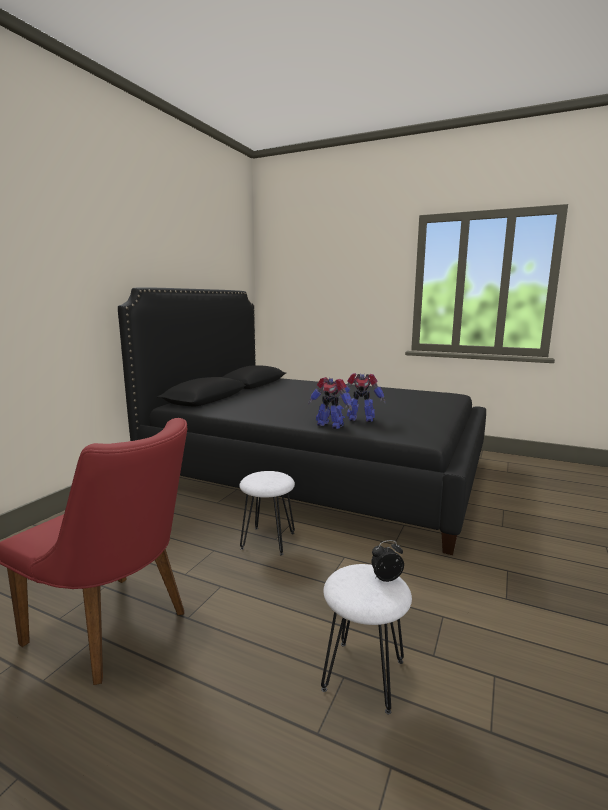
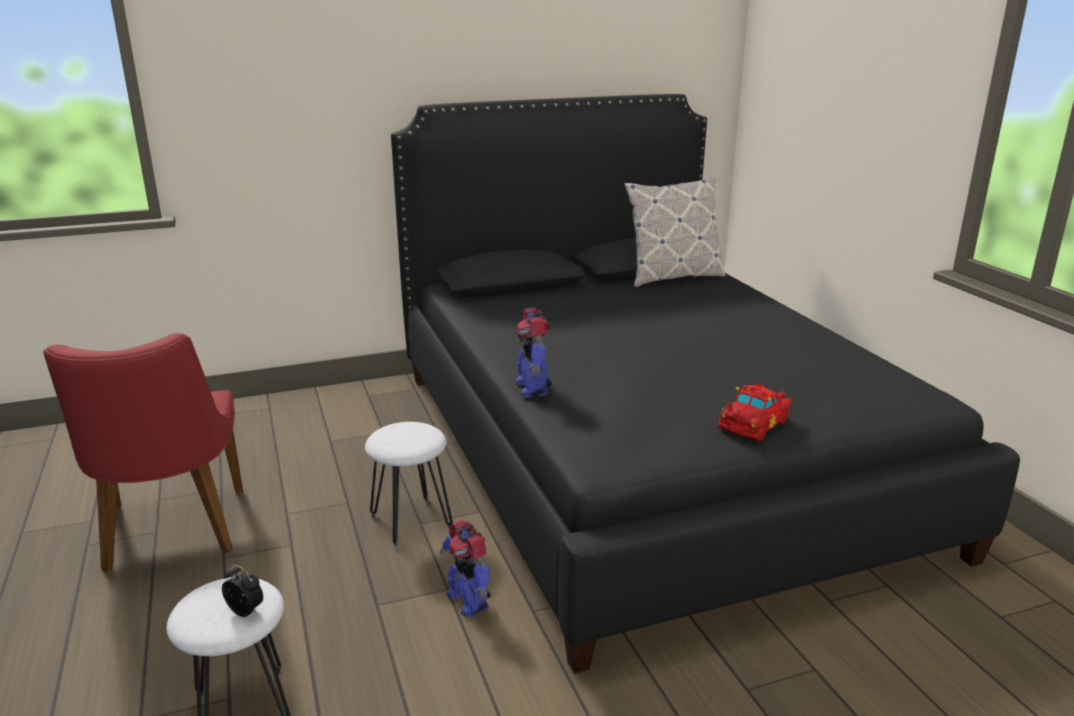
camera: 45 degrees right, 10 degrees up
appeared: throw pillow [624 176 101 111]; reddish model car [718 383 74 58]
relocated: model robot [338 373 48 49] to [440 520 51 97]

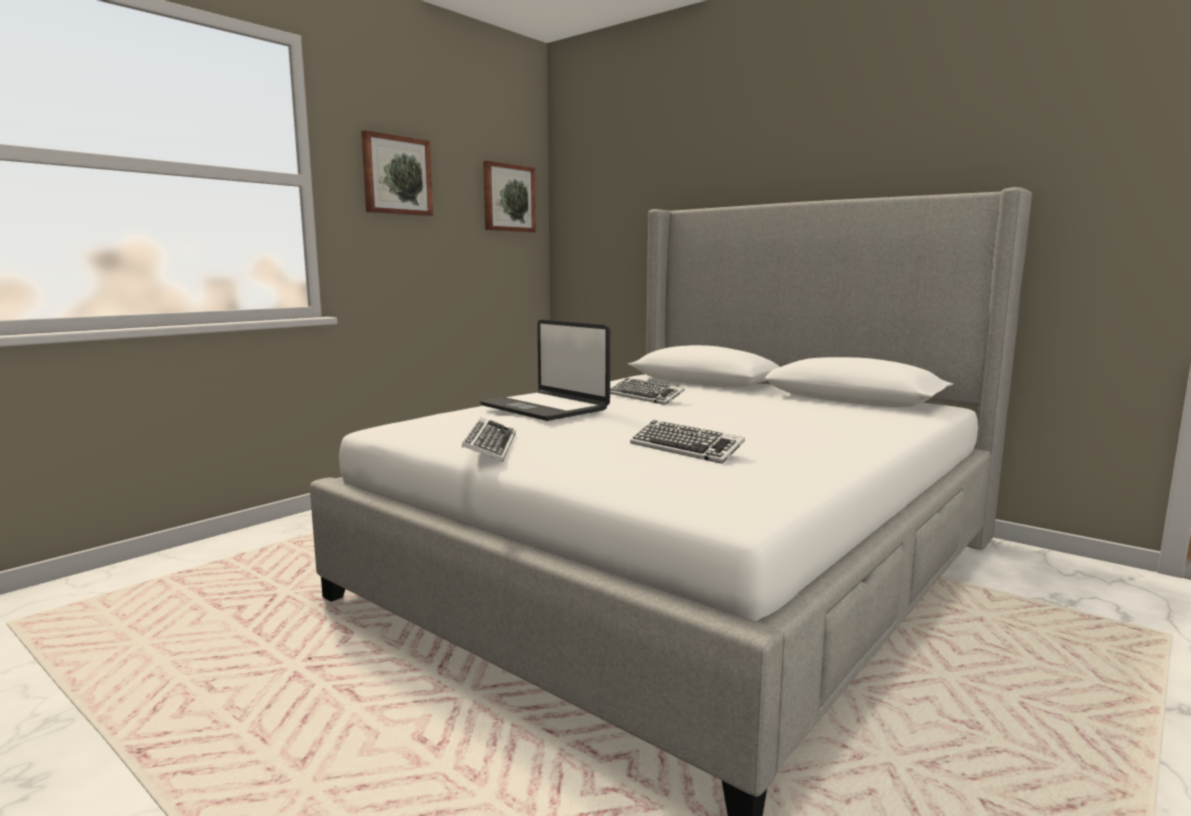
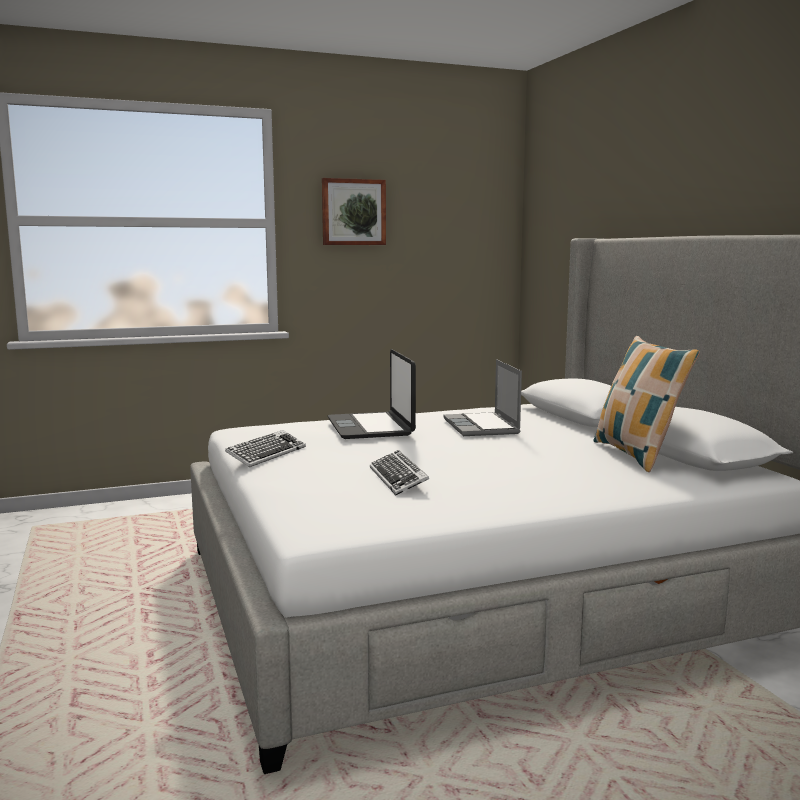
camera: 30 degrees right, 0 degrees up
missing: wall art [483 161 53 71]
appeared: throw pillow [593 336 107 136]
exchanged: computer keyboard [610 378 75 27] to portable computer [443 359 79 77]

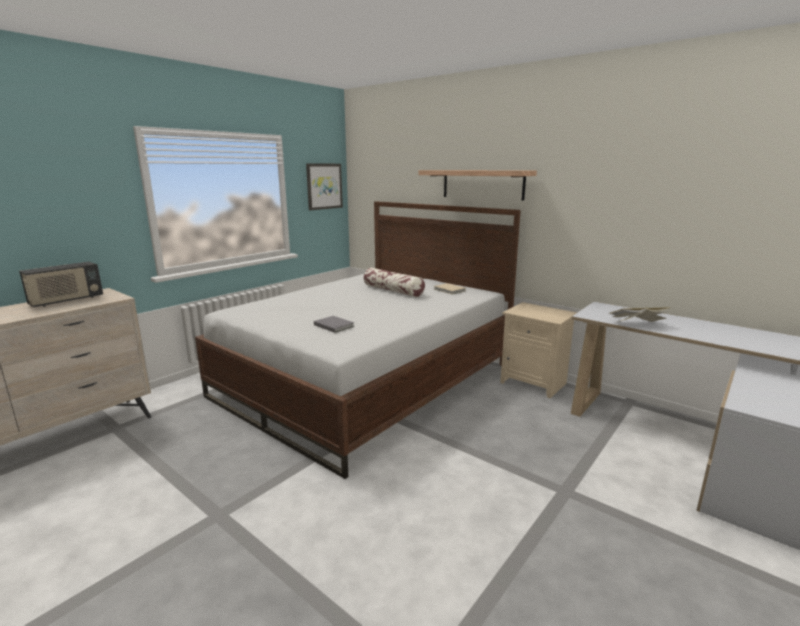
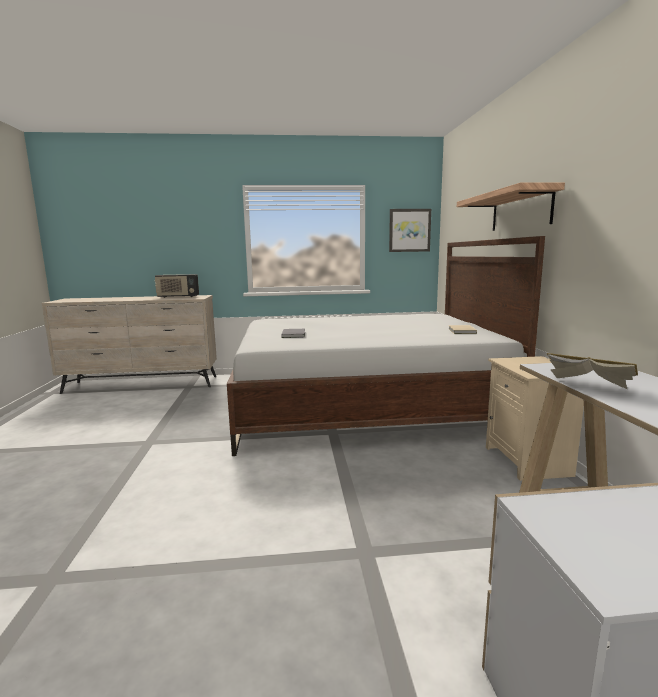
camera: 45 degrees right, 5 degrees down
missing: throw pillow [364 268 61 29]

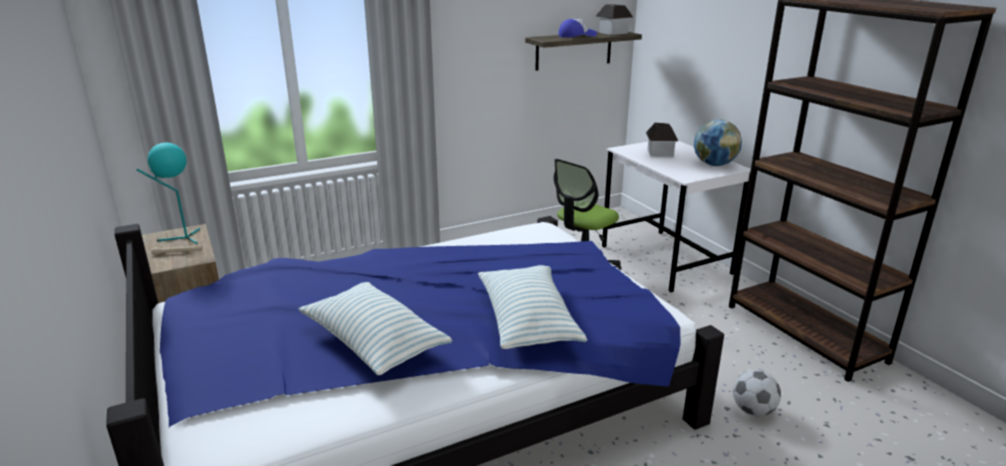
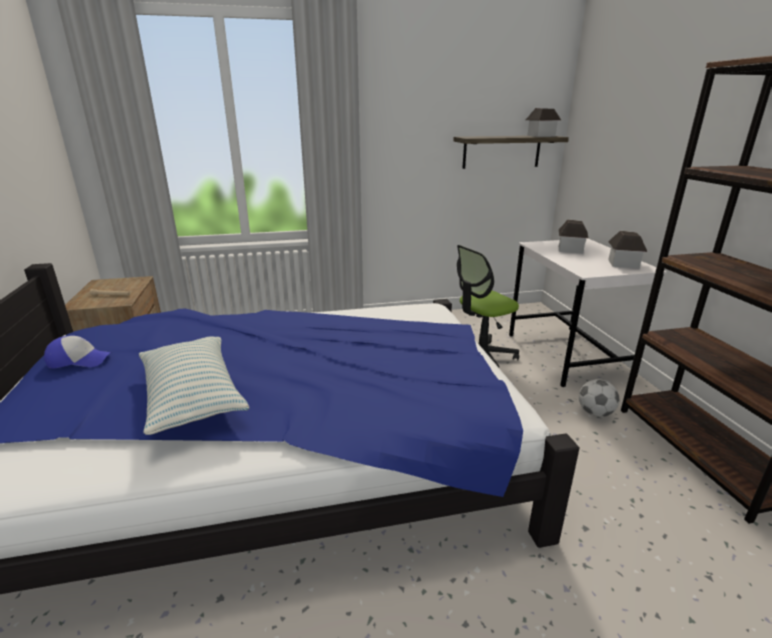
camera: 15 degrees right, 0 degrees up
missing: turquoise-coloured tabletop lamp [137 143 63 101]; throw pillow [478 265 109 84]
relocated: cap [558 19 39 19] to [44 336 68 32]; football [733 370 48 46] to [579 379 40 38]
exchanged: desk globe [694 119 48 47] to toy house [608 231 39 37]

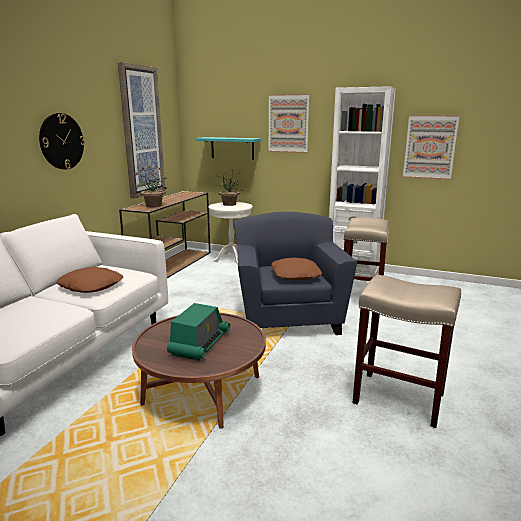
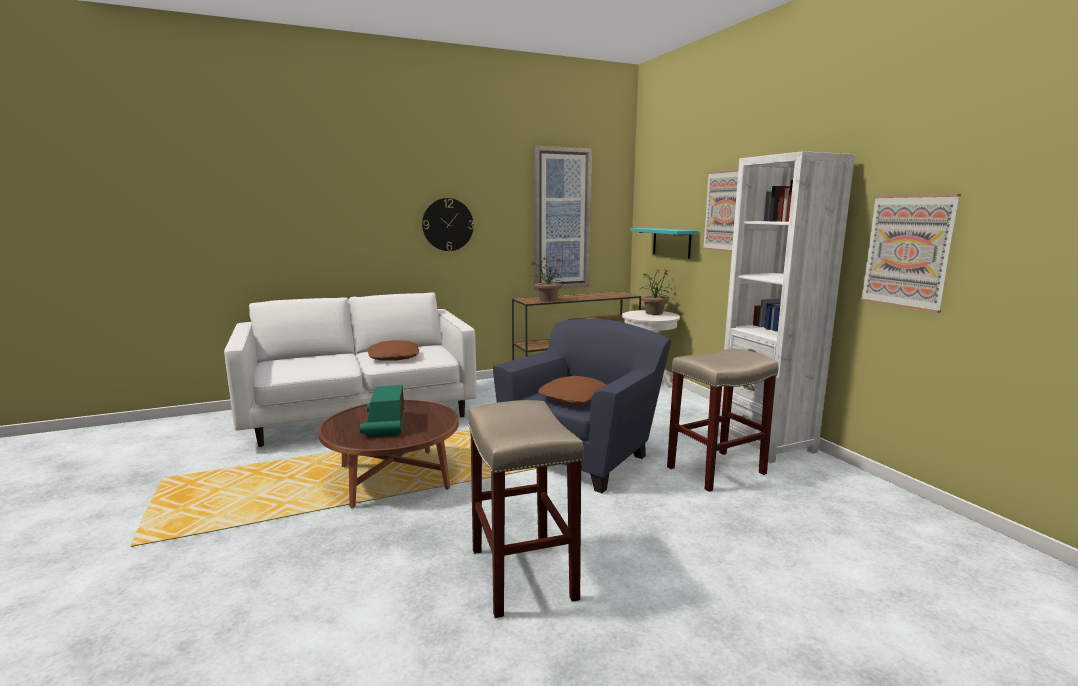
camera: 45 degrees right, 5 degrees down
spun: radio [167 303 63 58] = [360 385 44 52] 105 degrees clockwise

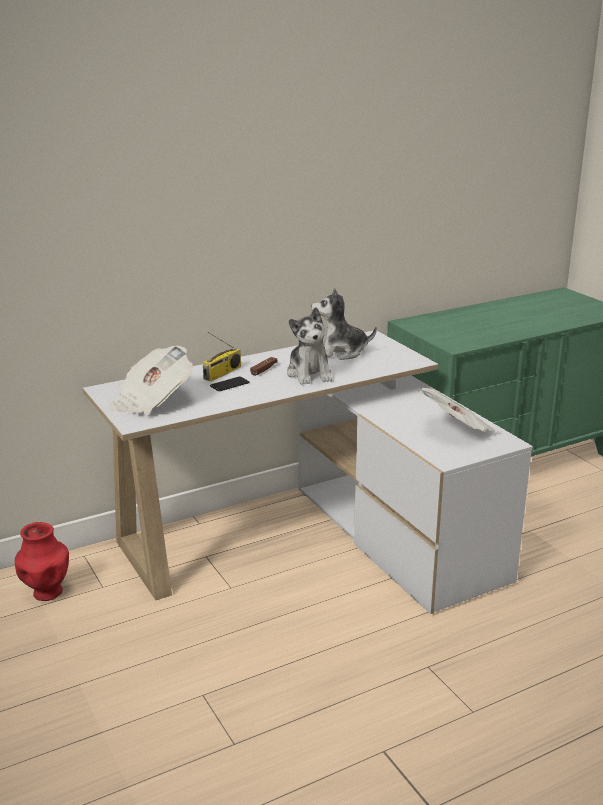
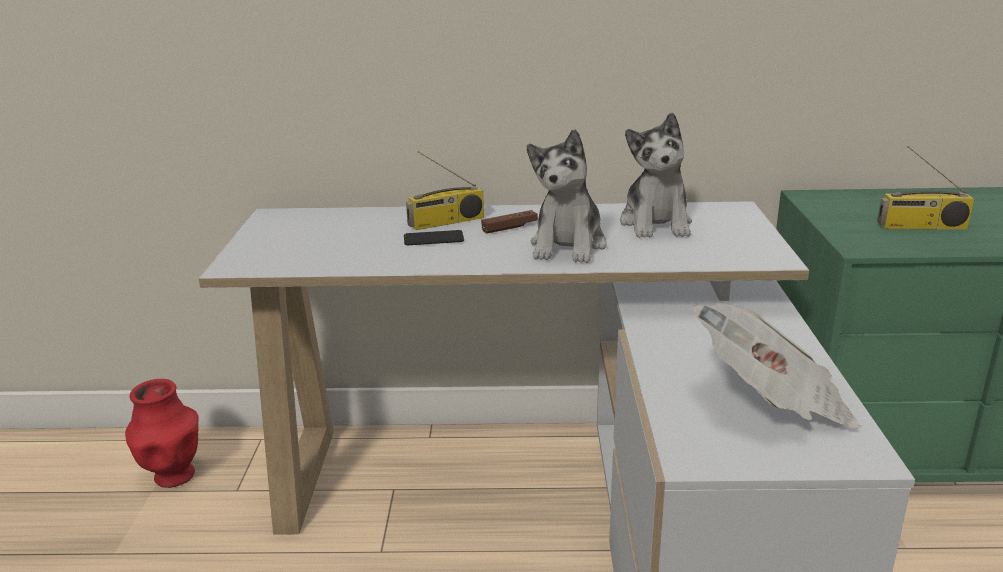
camera: 30 degrees right, 0 degrees up
missing: newspaper [110 346 83 68]
appeared: radio [877 146 97 83]
spun: plush toy [311 289 66 71] = [620 112 72 126] 120 degrees counterclockwise

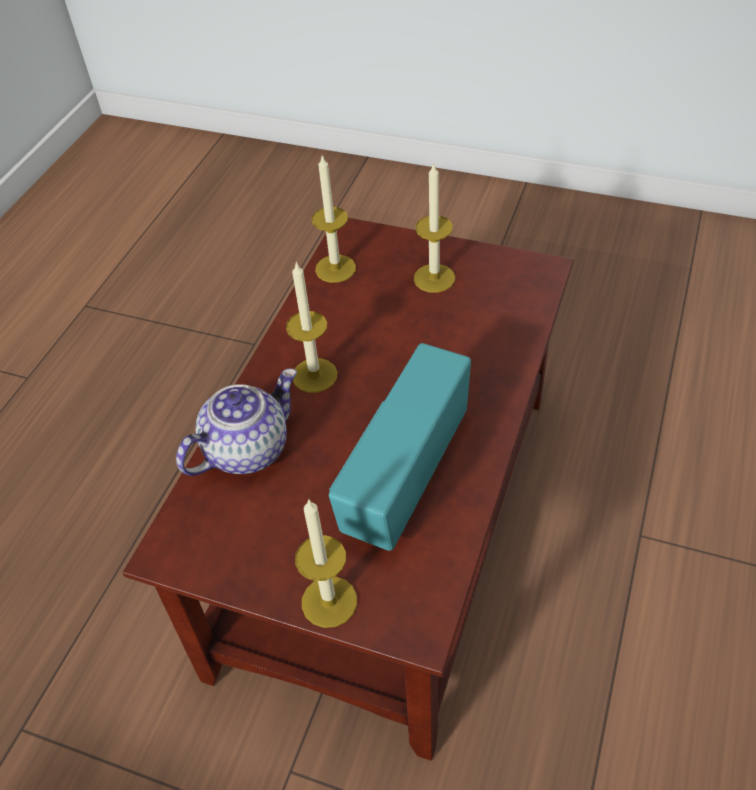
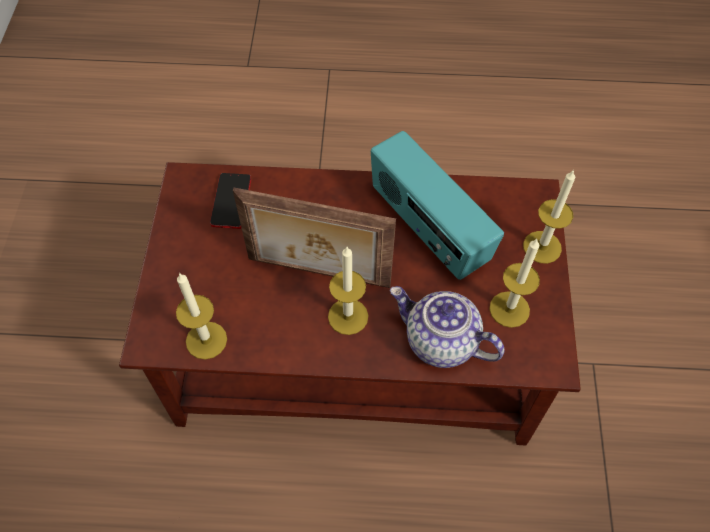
camera: 110 degrees left, 10 degrees up
appeared: telephone [210 173 41 56]; standing frame [233 188 163 100]
relocated: candle [414 163 41 130] to [489 239 51 89]
spun: radio [328 343 143 208] = [371 131 133 149] 45 degrees clockwise

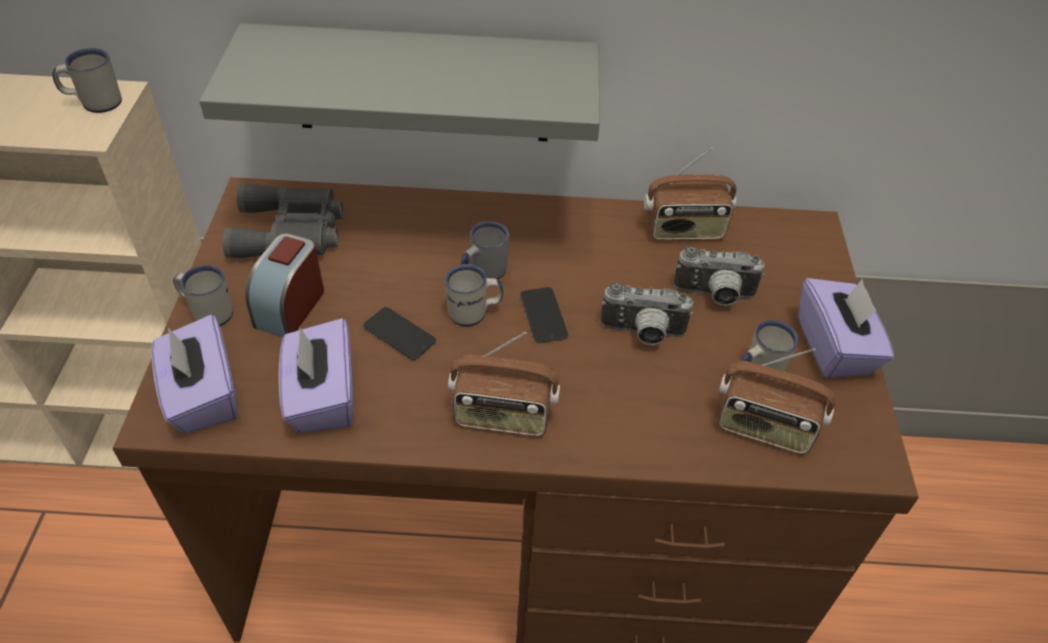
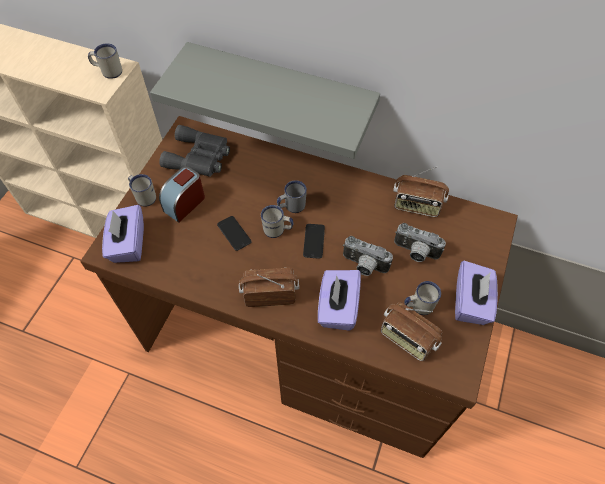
camera: 20 degrees right, 10 degrees up
relocated: purplish tissue box [279 318 75 115] to [318 270 43 61]
spun: radio [448 332 112 104] = [239 267 60 40] 150 degrees clockwise

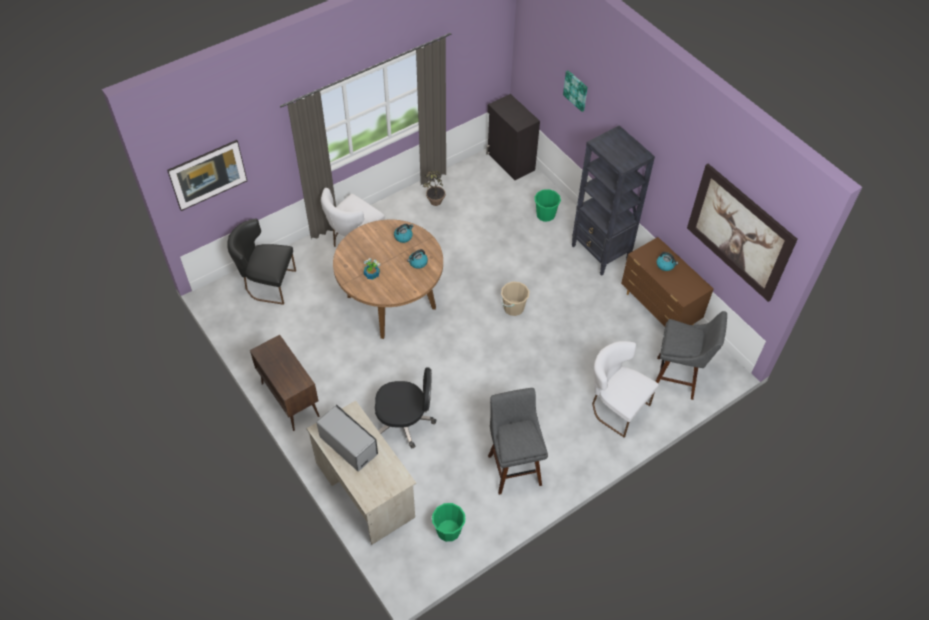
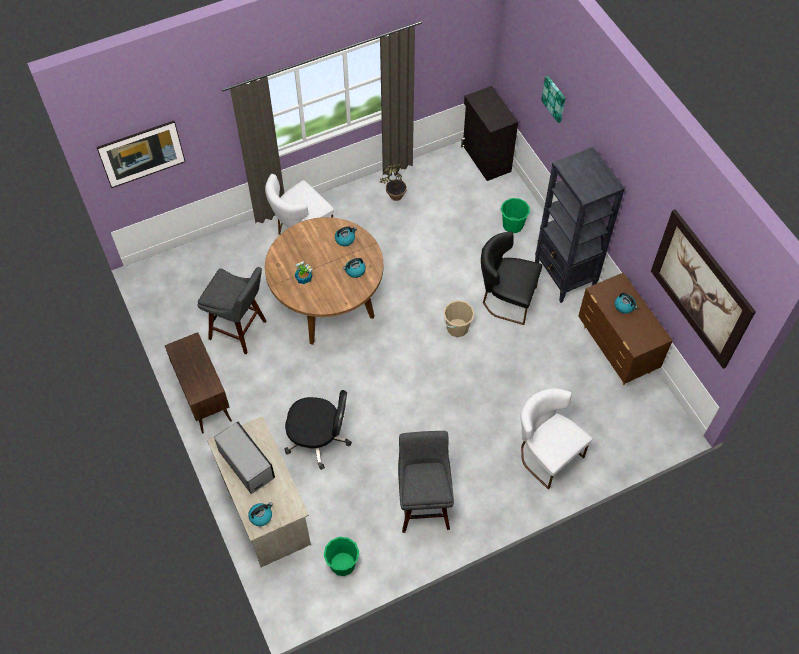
camera: 10 degrees right, 5 degrees up
appeared: kettle [248 502 25 24]
relocated: greyish stool [655 311 72 89] to [197 267 69 87]; blackish plain chair [227 219 69 86] to [481 231 61 94]

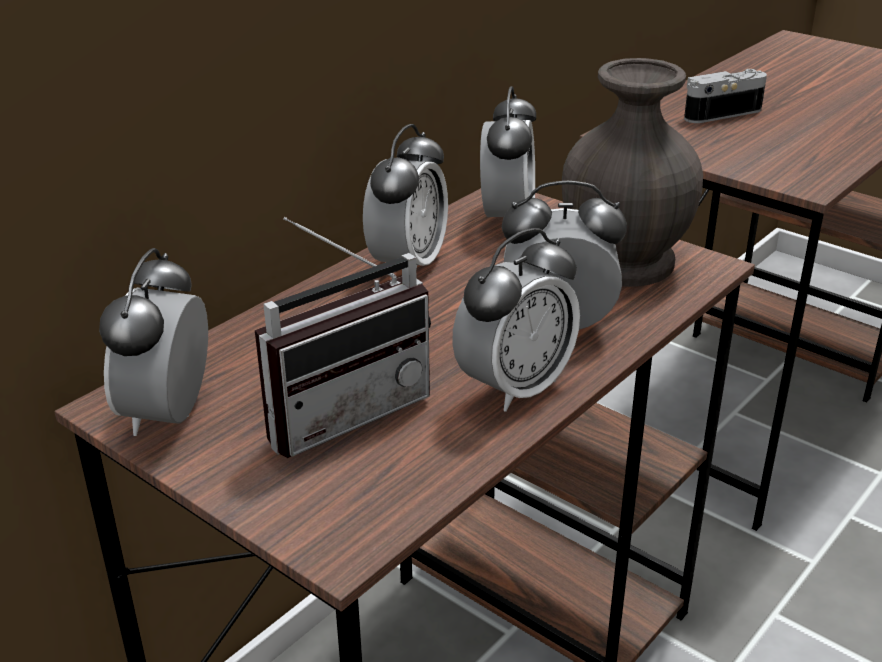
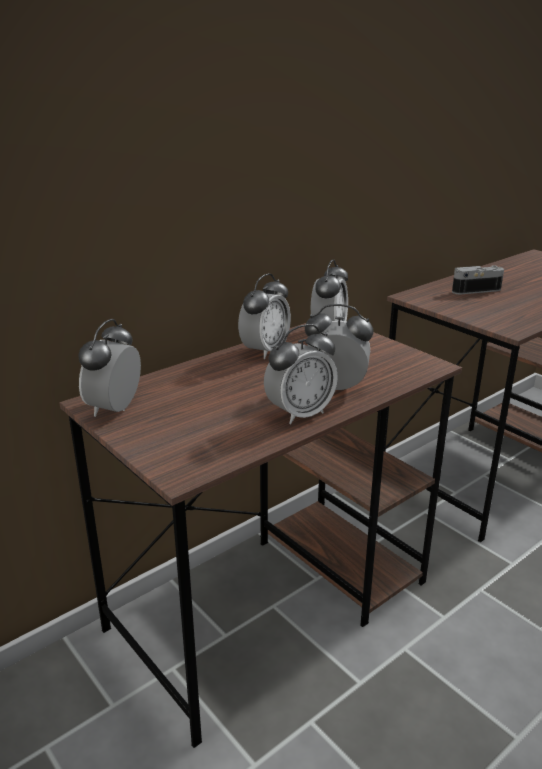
camera: 10 degrees right, 5 degrees down
missing: radio [255 217 176 241]; greyish vase [562 58 141 229]

